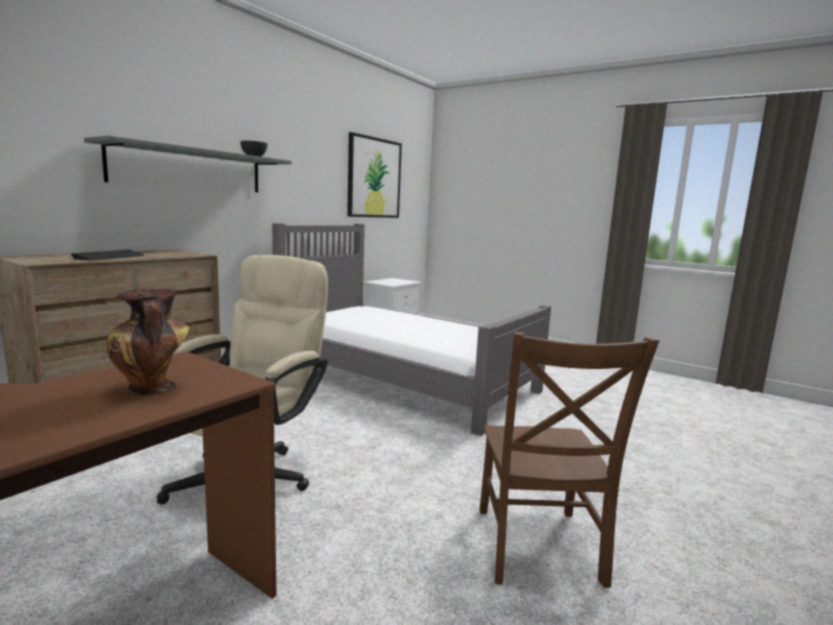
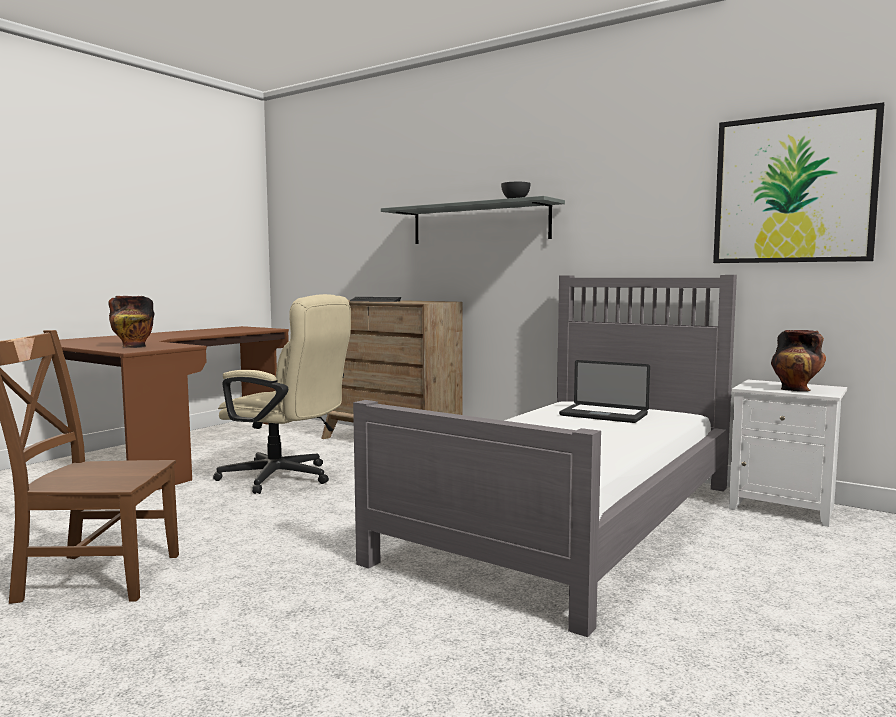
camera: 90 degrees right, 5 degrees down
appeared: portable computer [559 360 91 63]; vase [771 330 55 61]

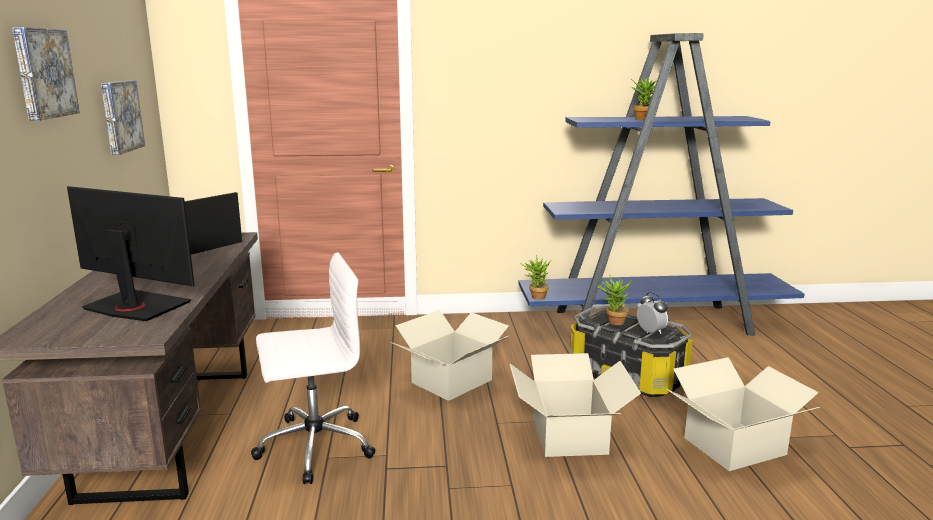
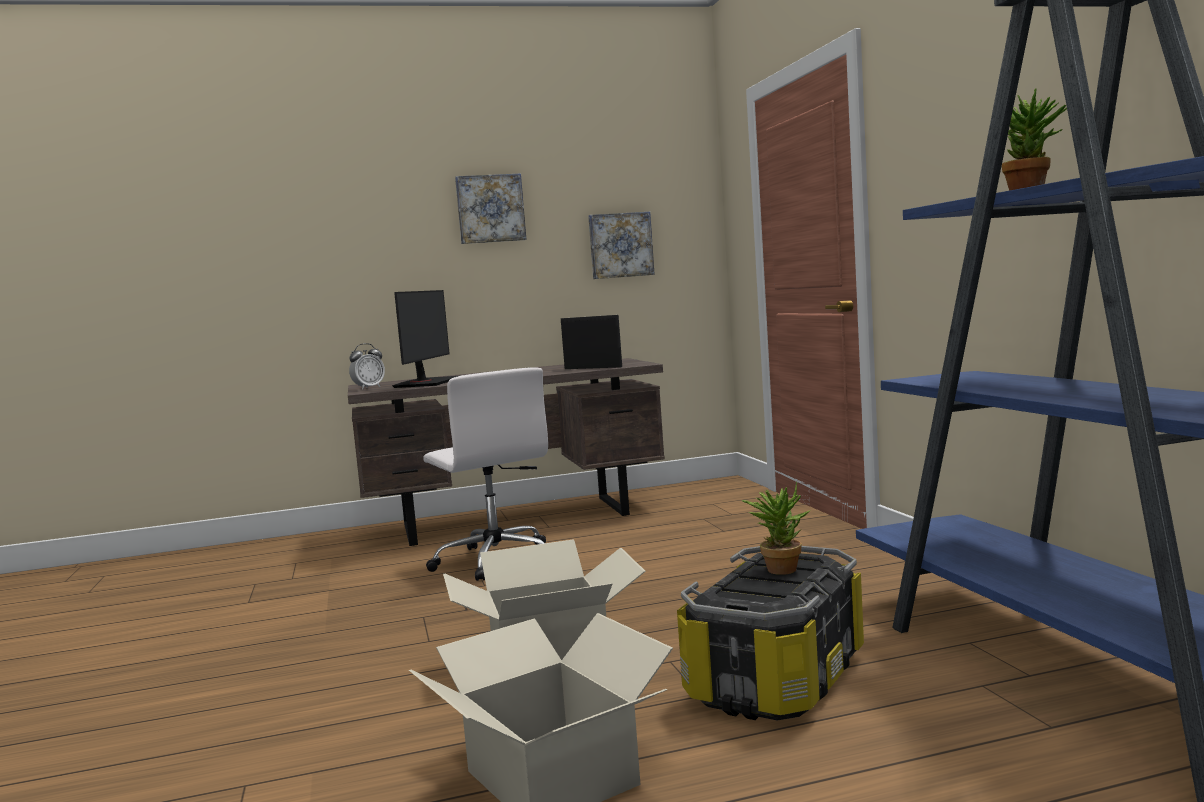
camera: 80 degrees right, 10 degrees down
missing: carton [390 310 119 91]; houseplant [521 255 30 45]
relocated: table clock [637 292 31 42] to [349 343 36 47]

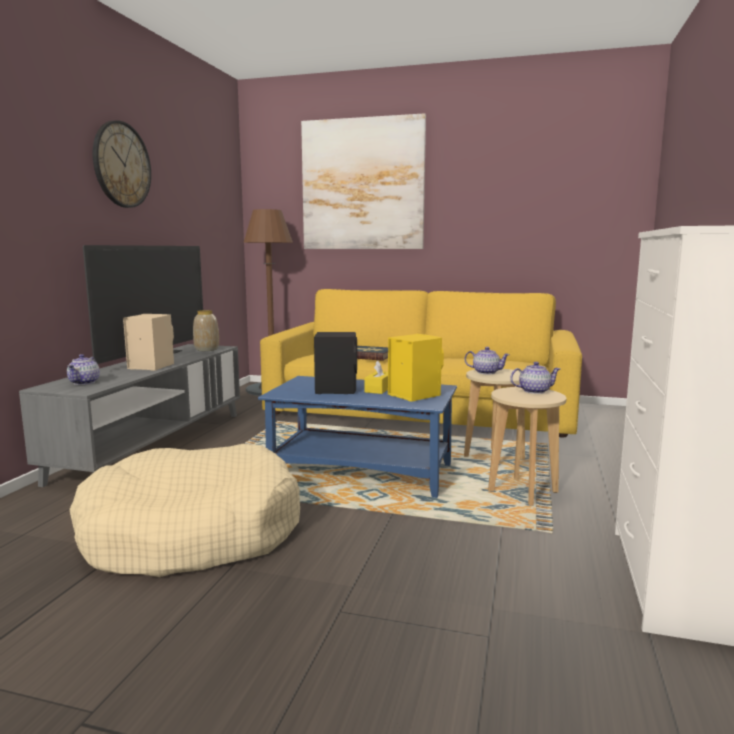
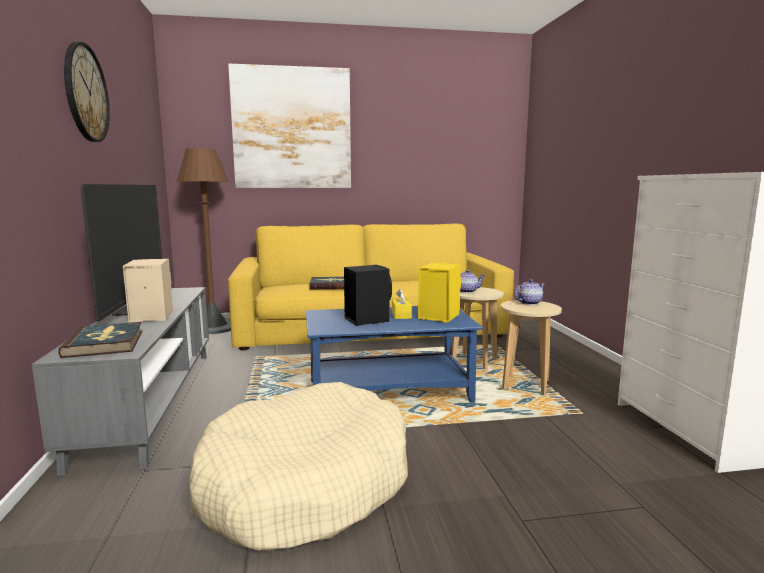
camera: 25 degrees left, 0 degrees up
missing: vase [193 310 26 41]
exchanged: tea pot [67 354 33 31] to bound book [58 322 84 36]

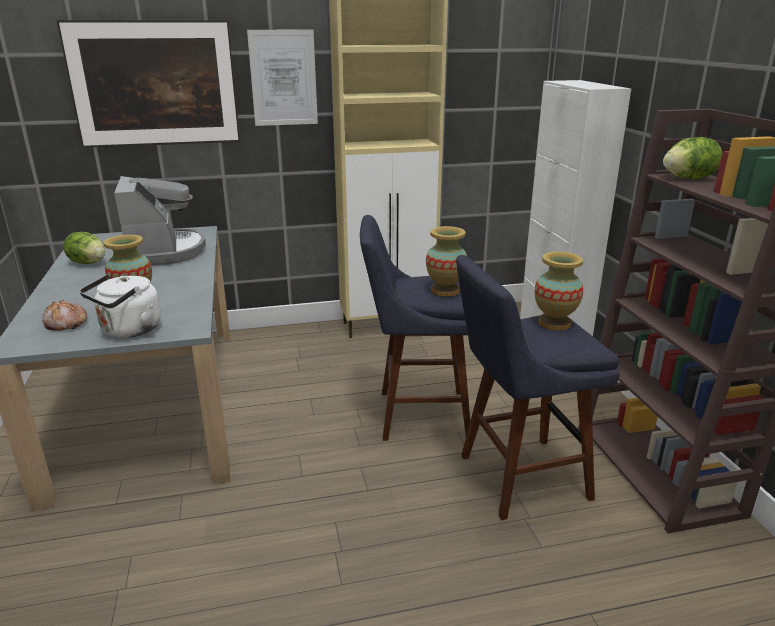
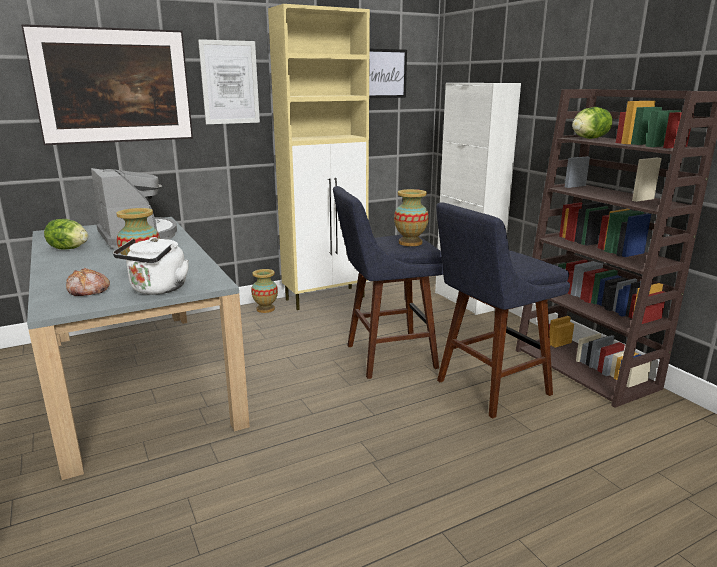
camera: 15 degrees left, 5 degrees down
appeared: wall art [369 49 38 49]
relocated: vase [535 251 48 79] to [251 269 27 44]

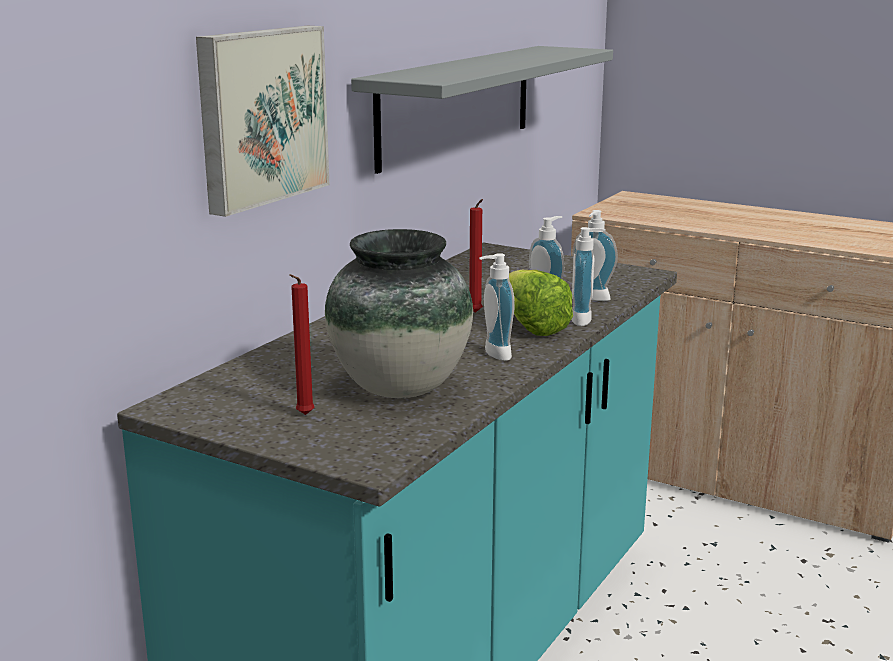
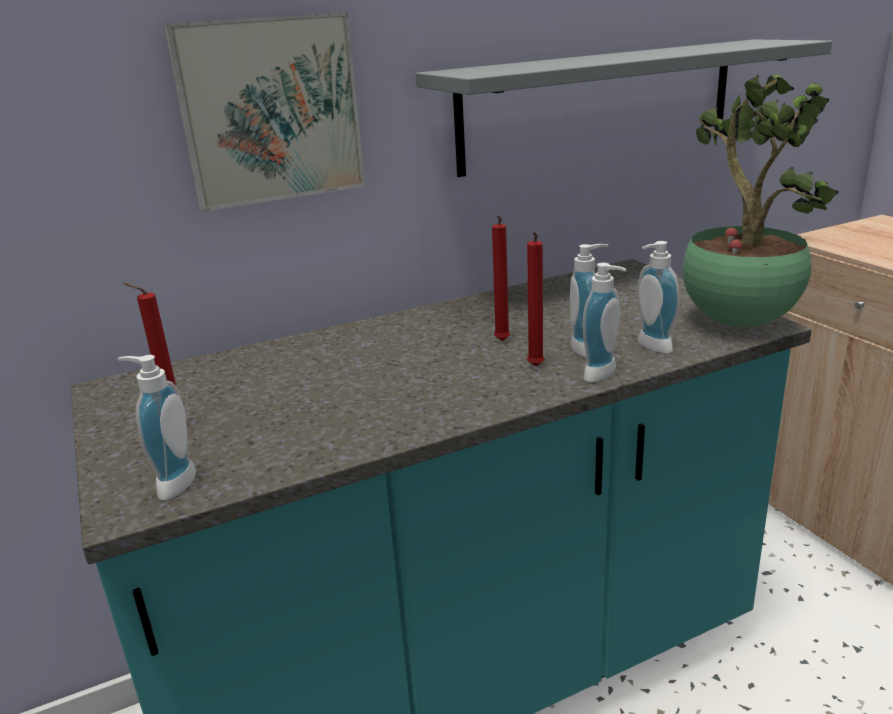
camera: 35 degrees right, 5 degrees up
missing: vase [325 229 148 169]
appeared: houseplant [683 74 156 253]
relocated: soap dispenser [479 253 36 108] to [117 355 79 146]
exchanged: lettuce head [509 270 64 66] to reddish candle [527 232 18 134]

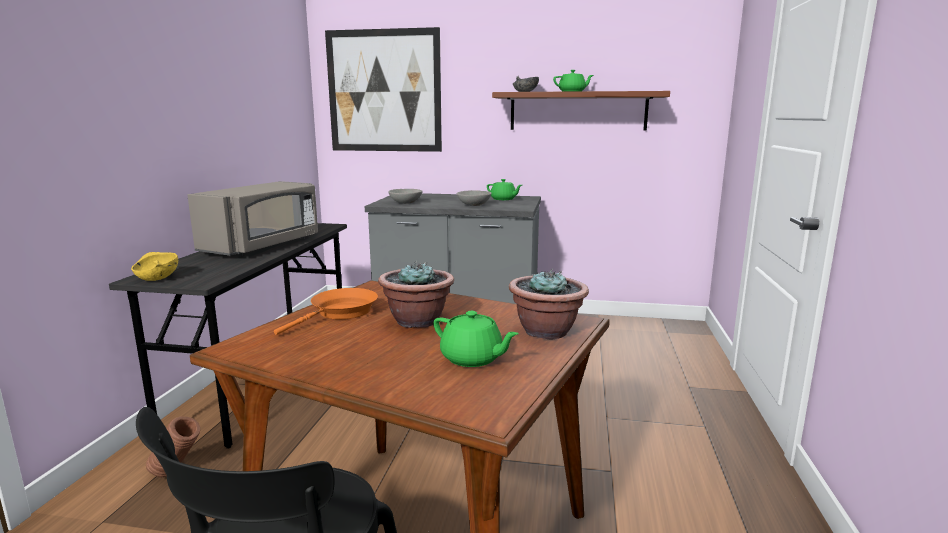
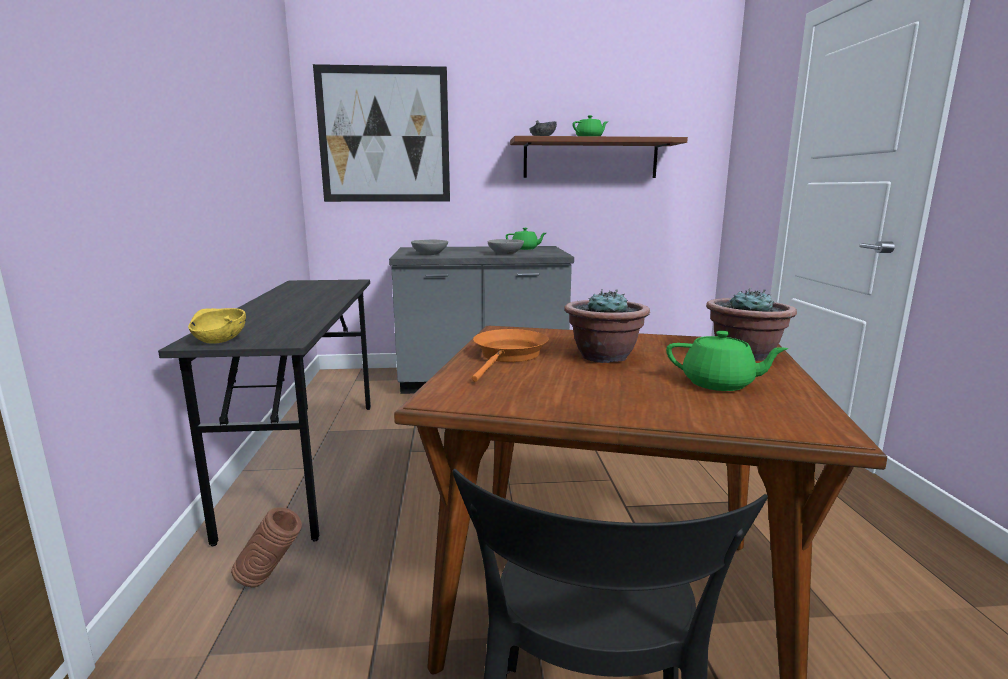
camera: 15 degrees left, 0 degrees up
missing: greyish microwave [187 181 131 75]

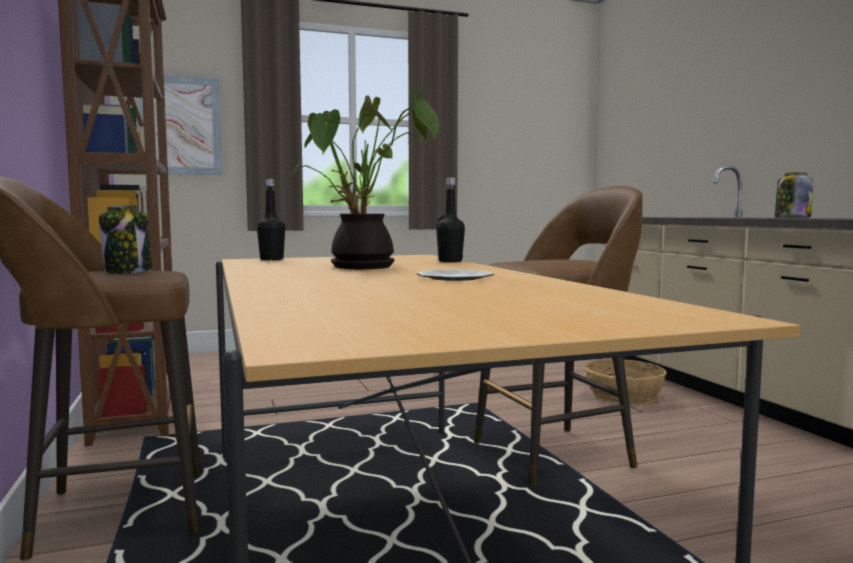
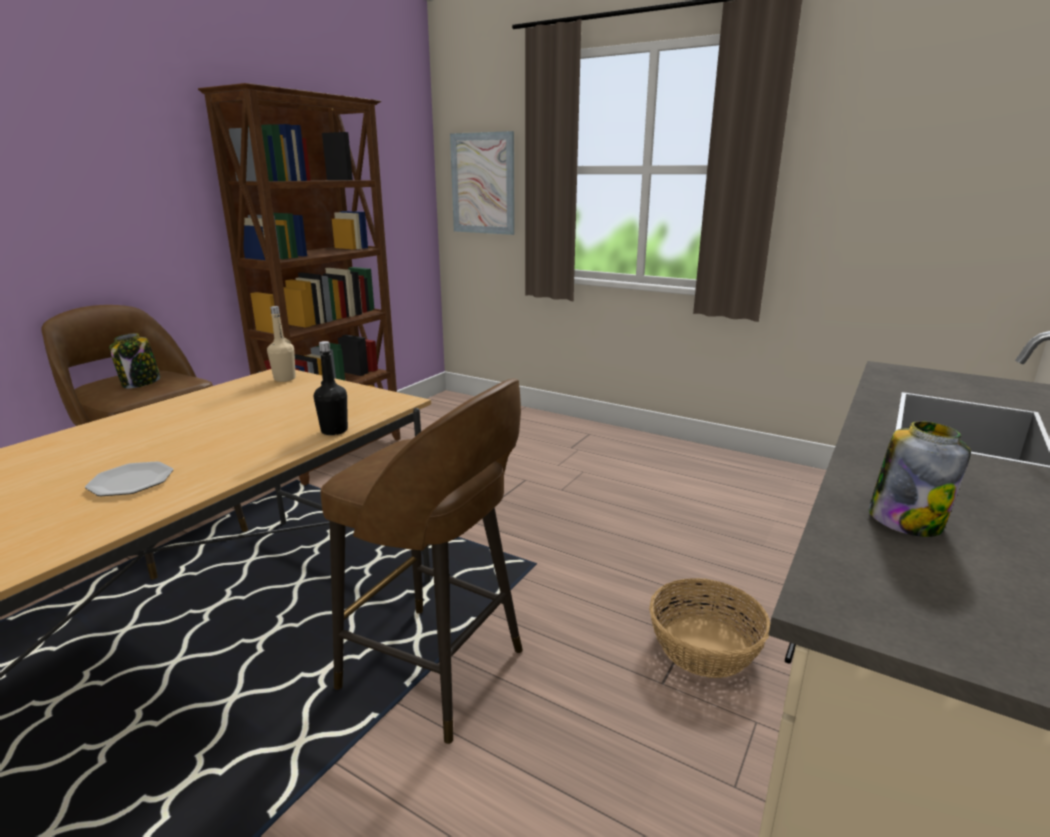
camera: 50 degrees right, 15 degrees up
missing: houseplant [290 88 149 181]
colour: blackish drink bottle [257 179 28 82] to beige-coloured drink bottle [267 306 29 76]

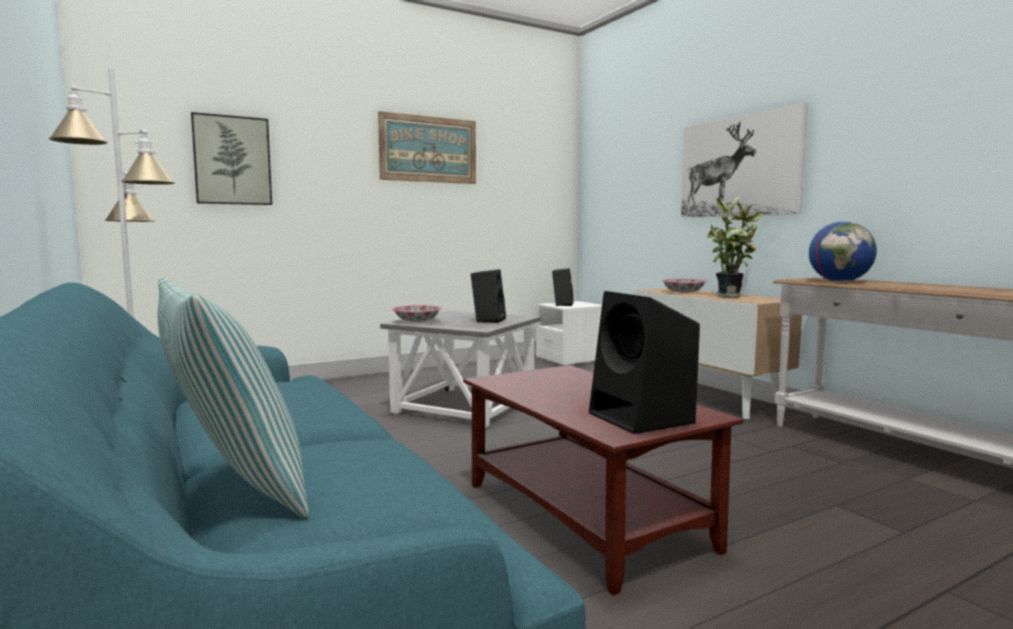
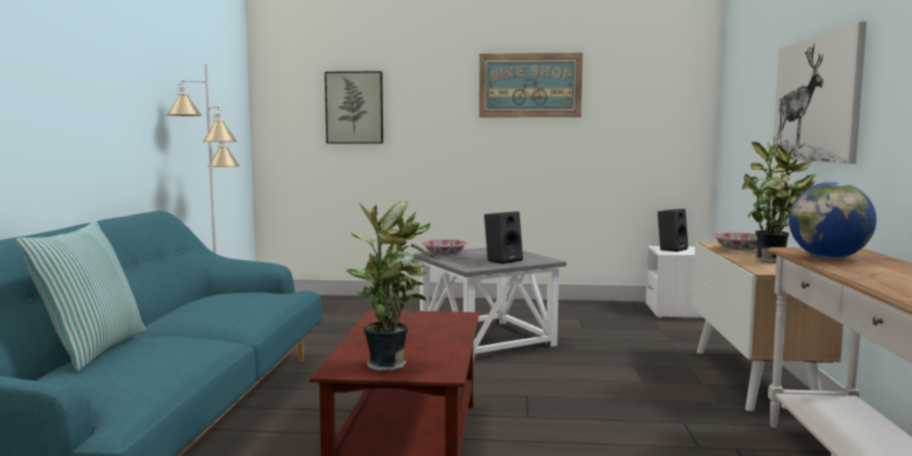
camera: 35 degrees right, 0 degrees up
exchanged: blackish loudspeaker [589 291 111 143] to houseplant [346 201 92 170]

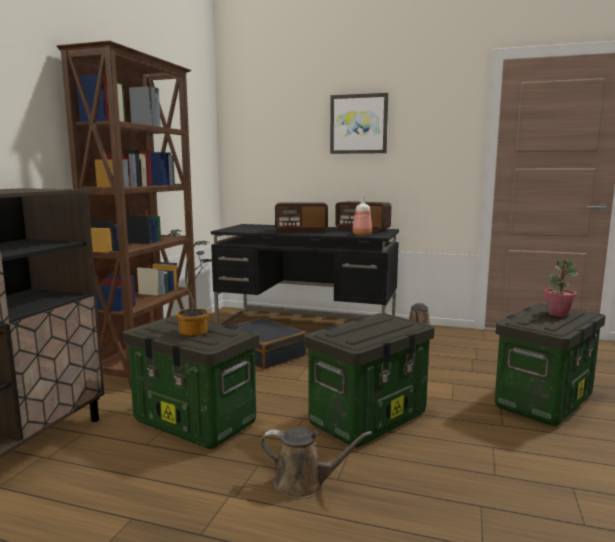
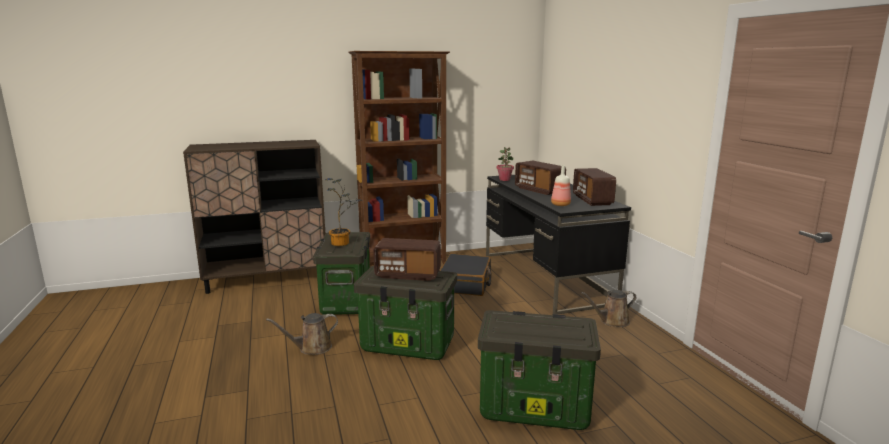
camera: 55 degrees right, 5 degrees up
missing: wall art [330 93 58 61]
appeared: radio [373 238 68 43]
relocated: houseplant [544 260 35 57] to [496 147 18 34]
spun: brownish watering pot [260 427 112 72] = [266 313 72 42] 90 degrees clockwise

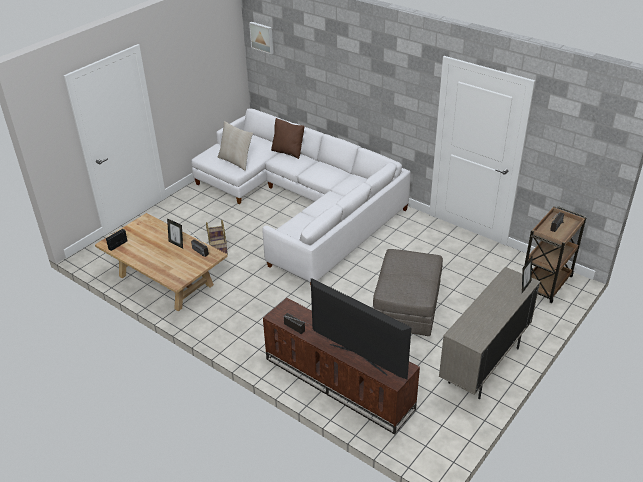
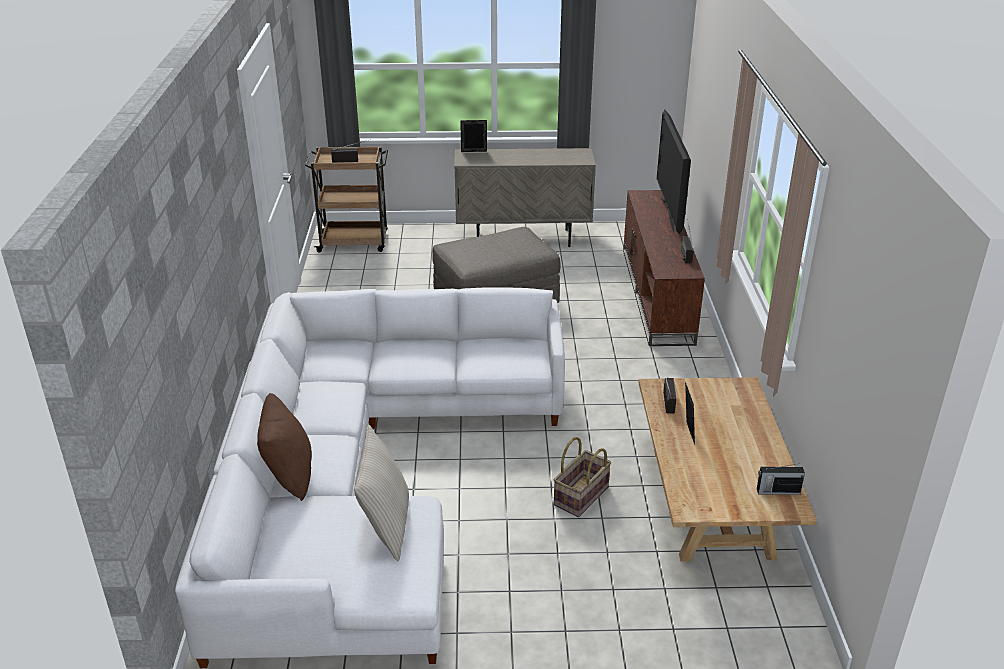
camera: 130 degrees left, 5 degrees down
missing: wall art [249 22 24 32]

